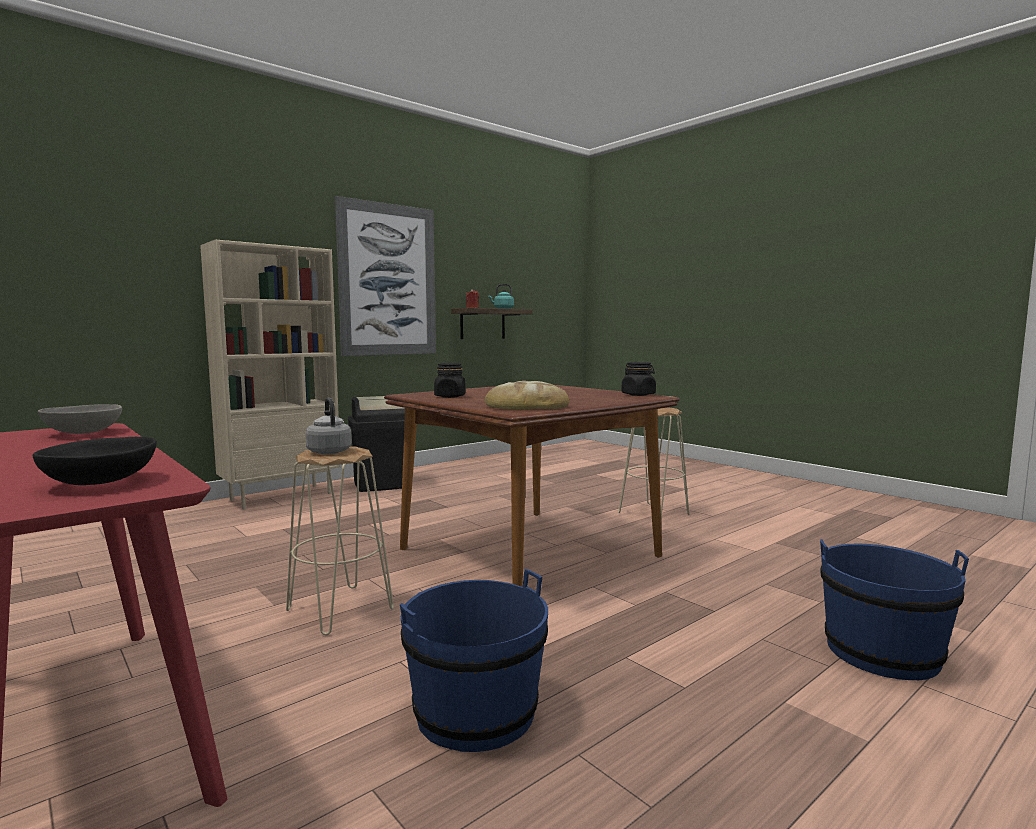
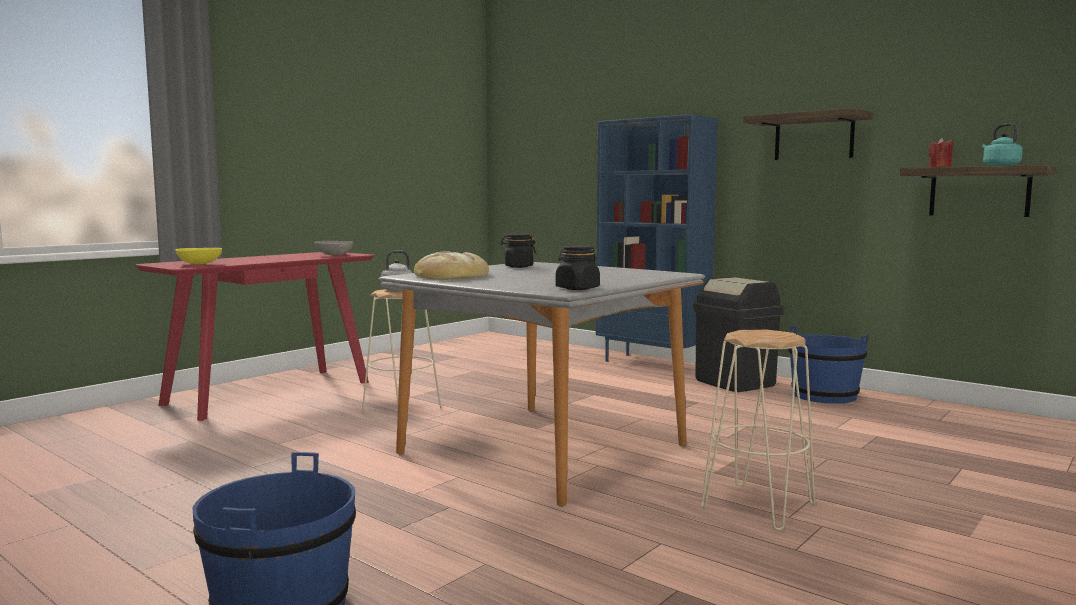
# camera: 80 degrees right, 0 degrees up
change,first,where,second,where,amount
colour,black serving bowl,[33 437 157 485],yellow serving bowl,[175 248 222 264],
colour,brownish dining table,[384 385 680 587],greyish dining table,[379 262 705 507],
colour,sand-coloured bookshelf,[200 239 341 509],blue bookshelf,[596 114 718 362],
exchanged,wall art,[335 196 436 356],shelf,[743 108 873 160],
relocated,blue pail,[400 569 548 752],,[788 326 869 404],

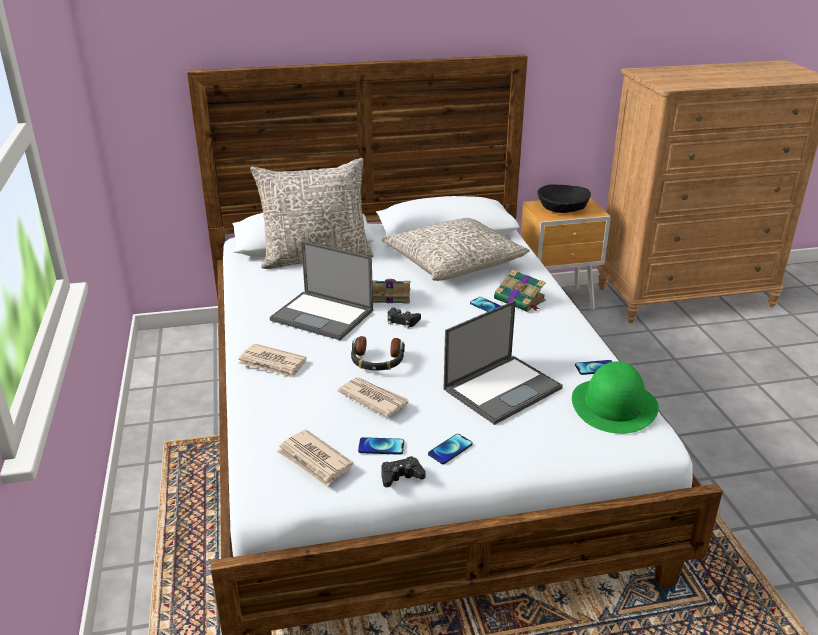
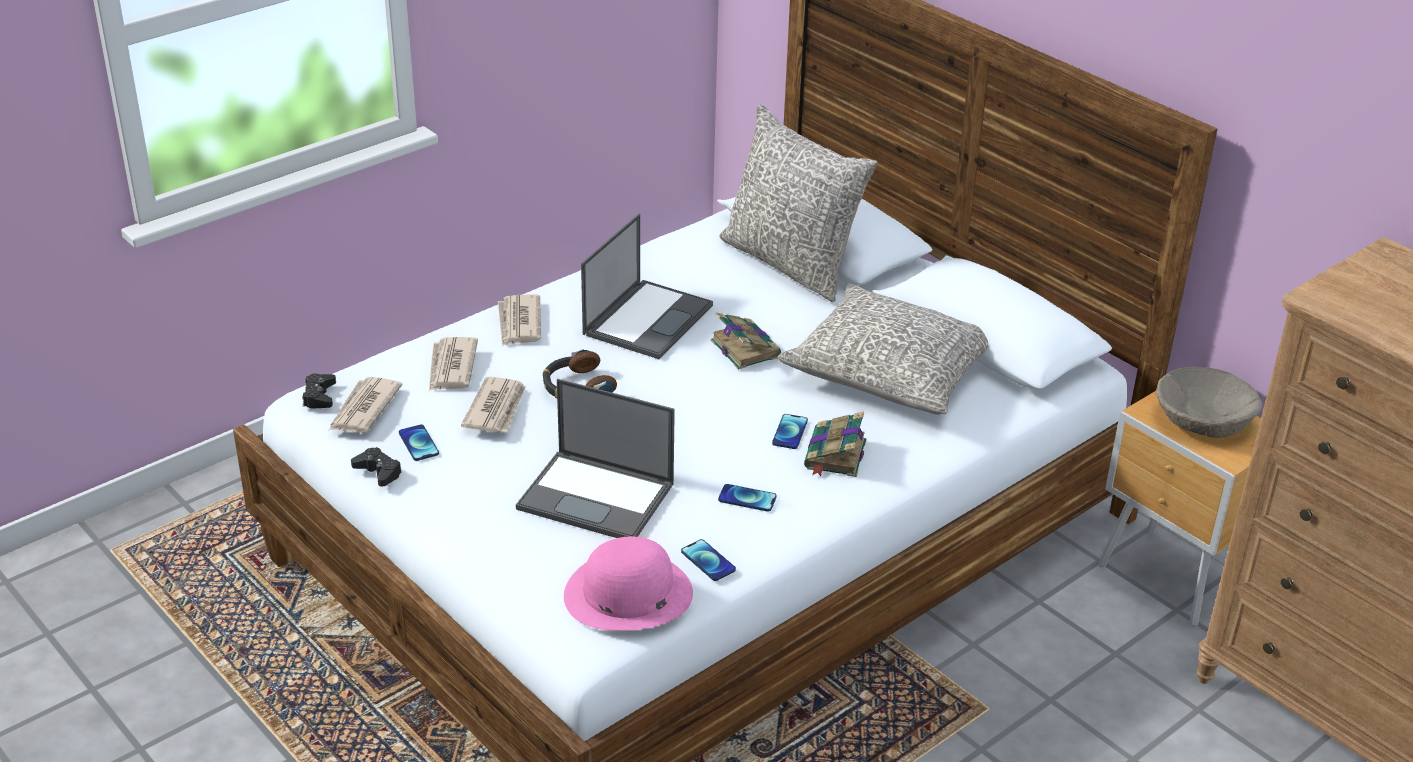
# camera: 60 degrees right, 5 degrees up
change,first,where,second,where,amount
relocated,black game controller,[388 308 421 329],,[302 373 336 409],
appeared,,,newspaper,[429 337 478 391],
colour,green hat,[572 362 659 434],pink hat,[564 537 693 631],
spun,notebook computer,[270 241 373 340],,[581 214 713 359],150 degrees counterclockwise
relocated,handset,[428 434 473 464],,[718 484 777 512],
colour,black serving bowl,[537 185 591 213],sand-coloured serving bowl,[1156 367 1262 438],

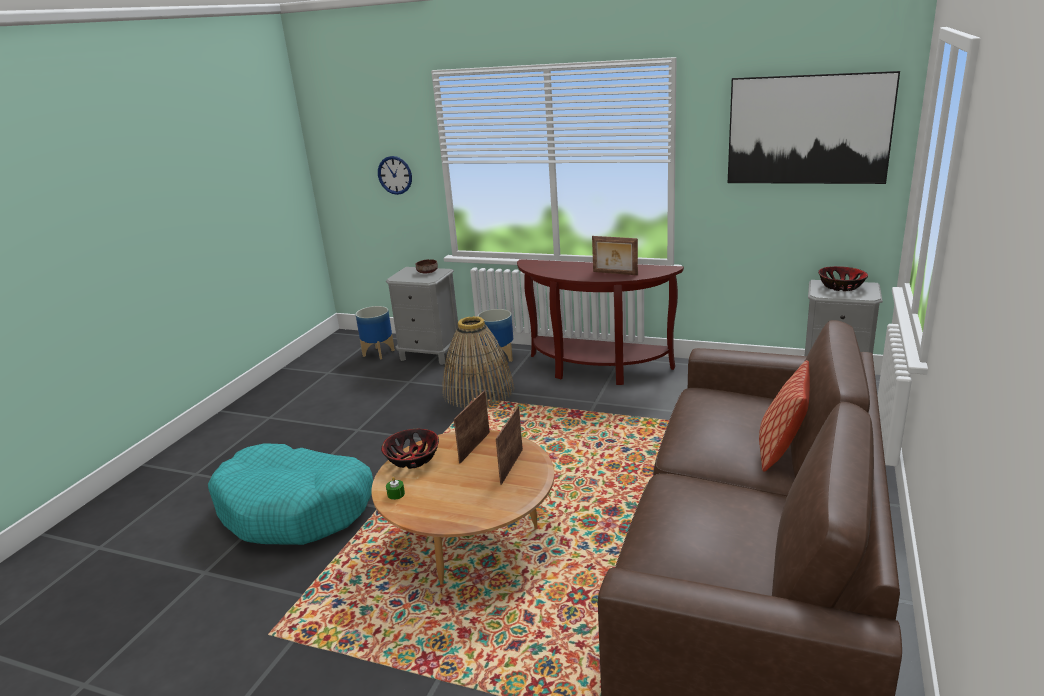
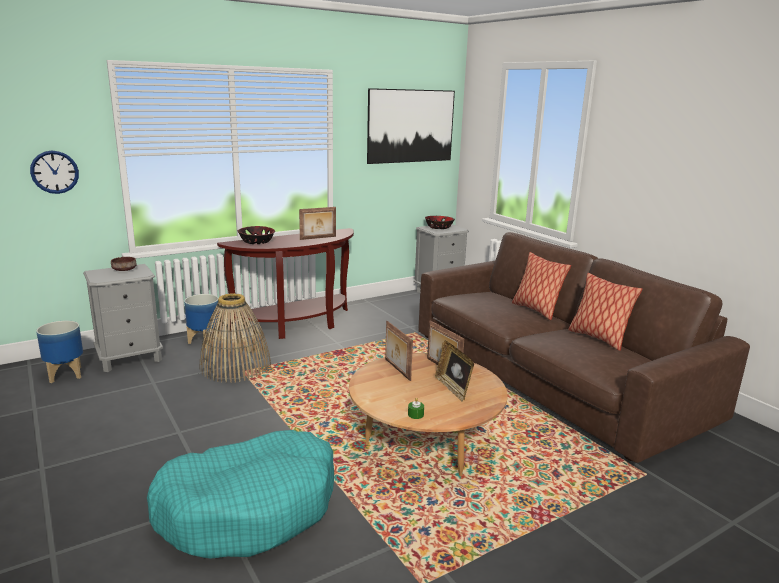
# camera: 55 degrees left, 5 degrees down
change,first,where,second,where,amount
relocated,serving bowl,[381 429 439 469],,[238 226 275 244],
appeared,,,picture frame,[435 341 474 402],
appeared,,,throw pillow,[568 273 642 351],

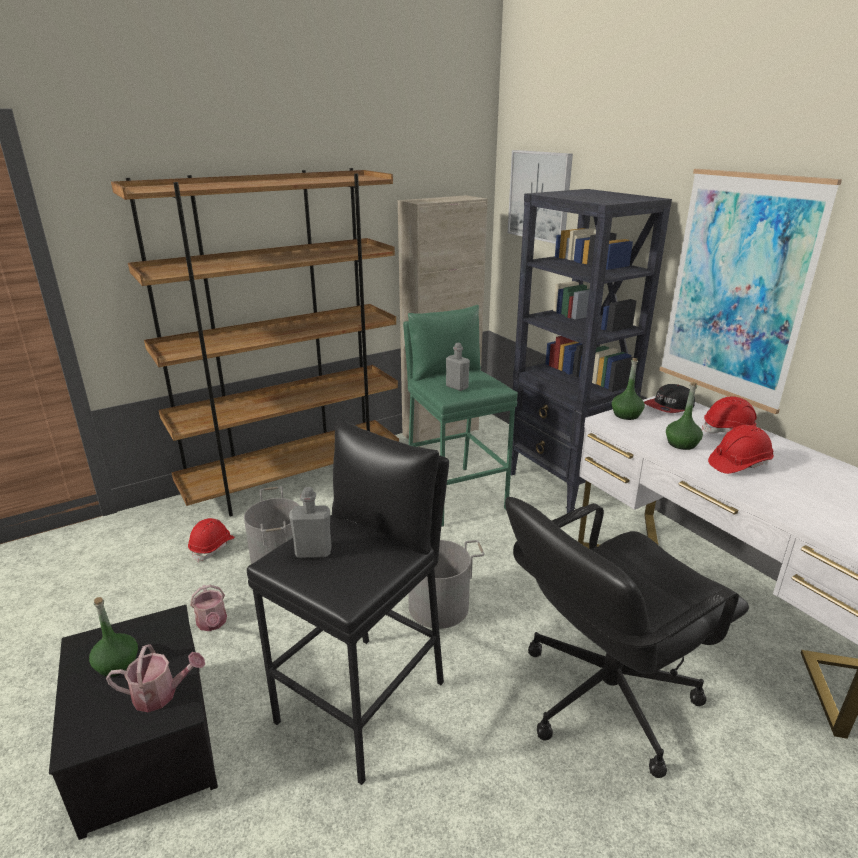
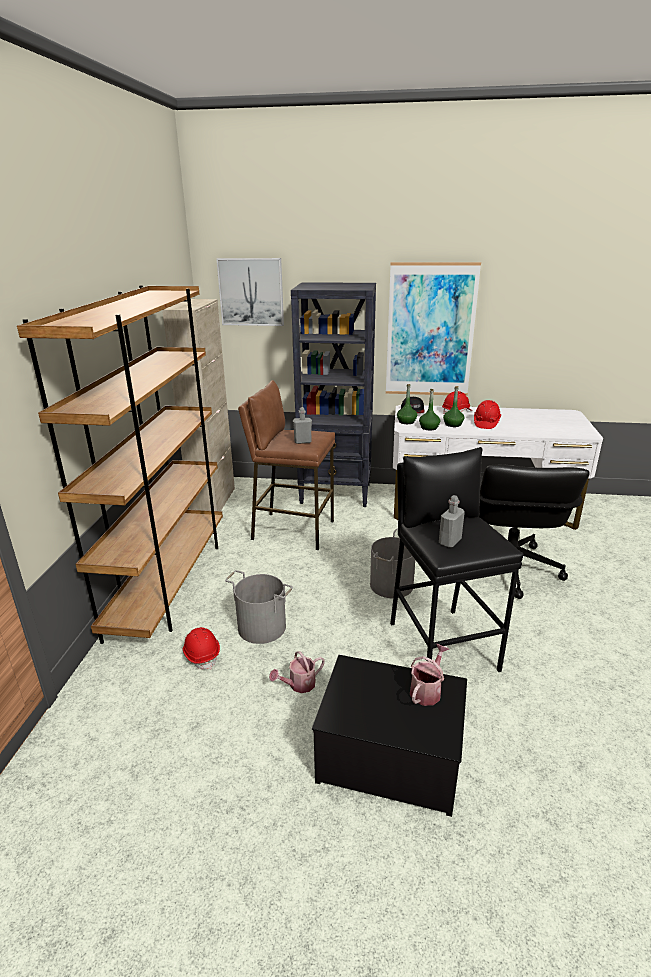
# camera: 50 degrees left, 0 degrees up
change,first,where,second,where,amount
colour,green stool seat,[403 305 518 527],brownish stool seat,[238 380 335 550],
spun,sprinkling can,[190 585 227 631],,[269 651 325 693],135 degrees clockwise
relocated,green beverage bottle,[89 597 138 677],,[419 389 440 430],

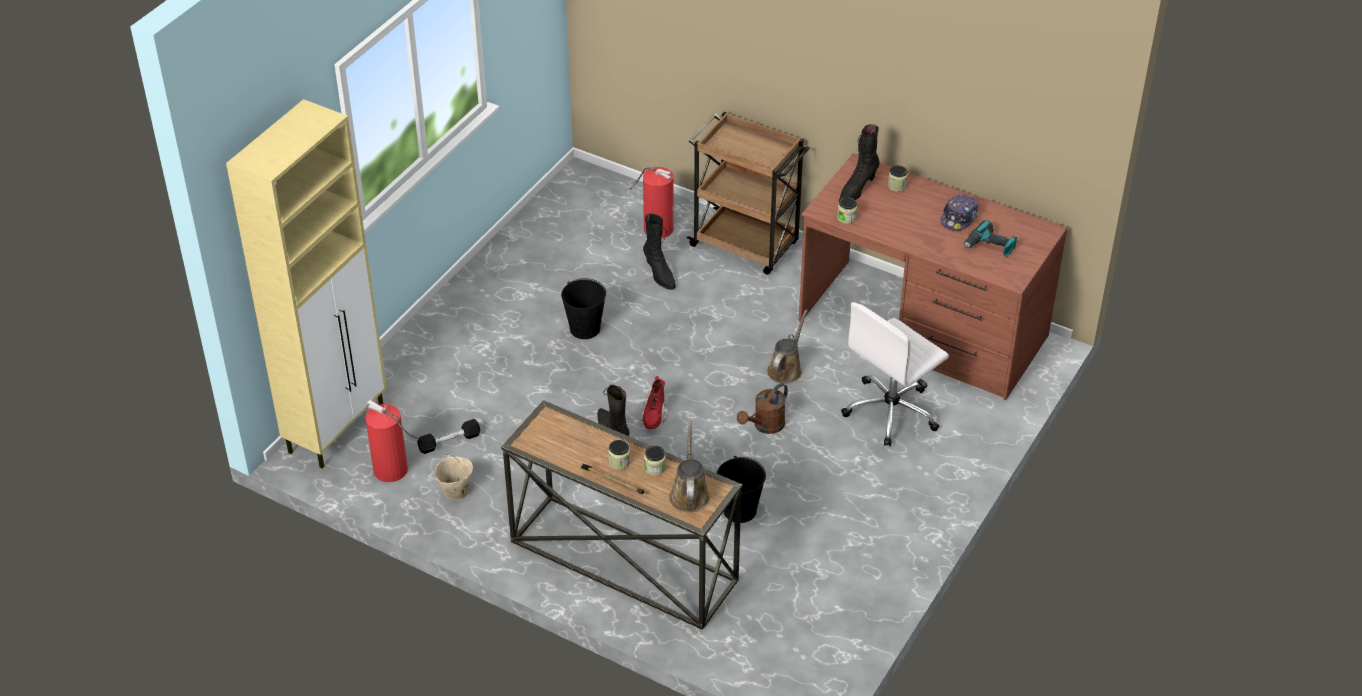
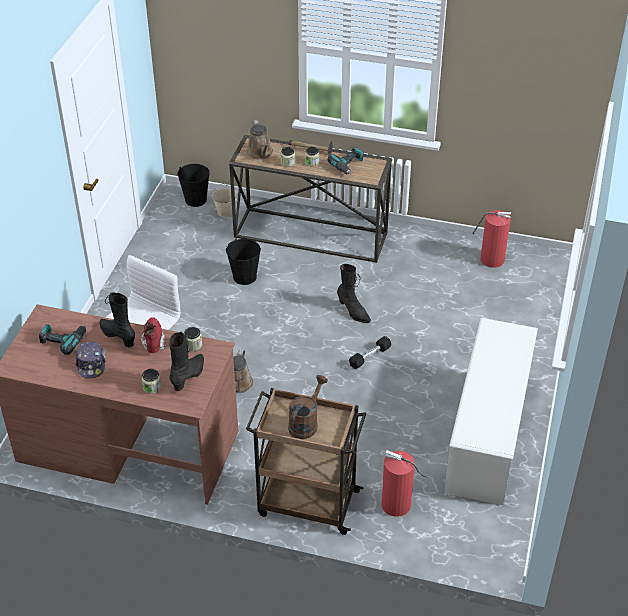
# camera: 165 degrees right, 0 degrees up
change,first,where,second,where,amount
spun,cap,[940 194 978 231],,[75 342 106 378],150 degrees clockwise
relocated,black tall boot,[643 213 676 290],,[99 293 135 347],
relocated,red tall boot,[640 376 667 429],,[141 317 165 353],
relocated,black pail,[561 278 606 339],,[177 164 210 207],
relocated,sand-coloured pail,[435 454 473 500],,[212 184 237 217],
relocated,brownish sprinkling can,[737 383 788 434],,[288 375 328 439],
appeared,,,drill,[327 147 363 174],
relocated,black free weight,[417 419 480 454],,[349 336 391 370],
appeared,,,white shoe rack,[444 318 538 505],
missing,sand-coloured cupboard,[226 99 386 469],,,

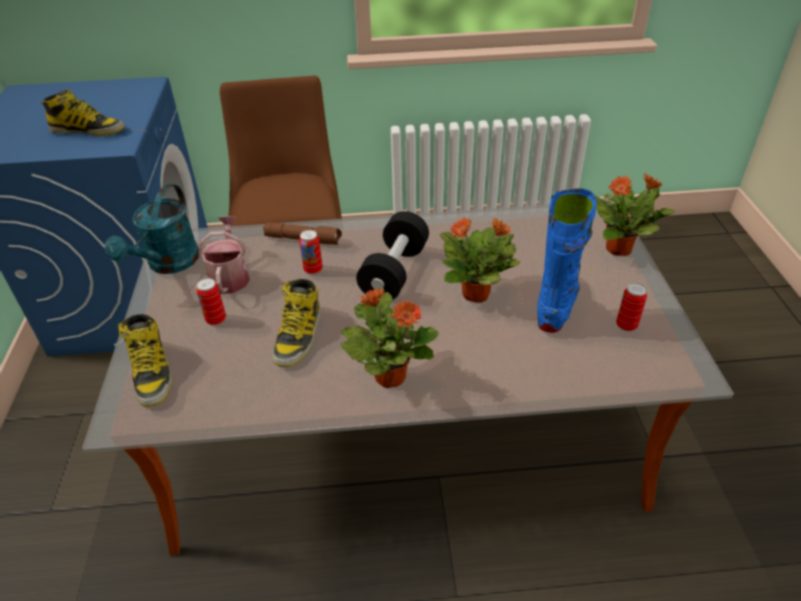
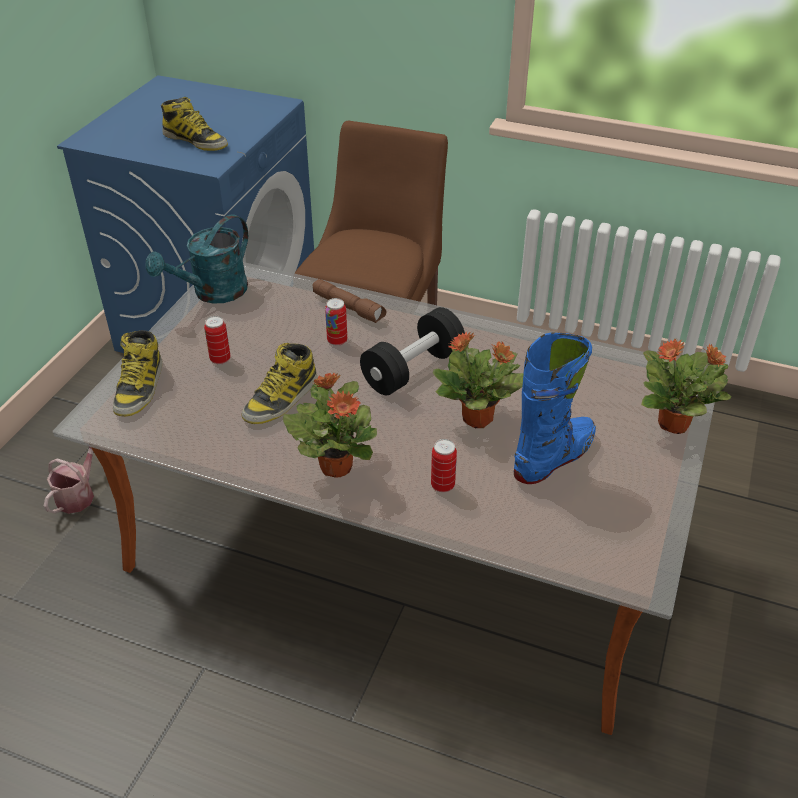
# camera: 25 degrees right, 0 degrees up
change,first,where,second,where,amount
relocated,sprinkling can,[199 216 250 294],,[44 446 94 514],
relocated,can,[616 283 647 331],,[431 439 457 492],

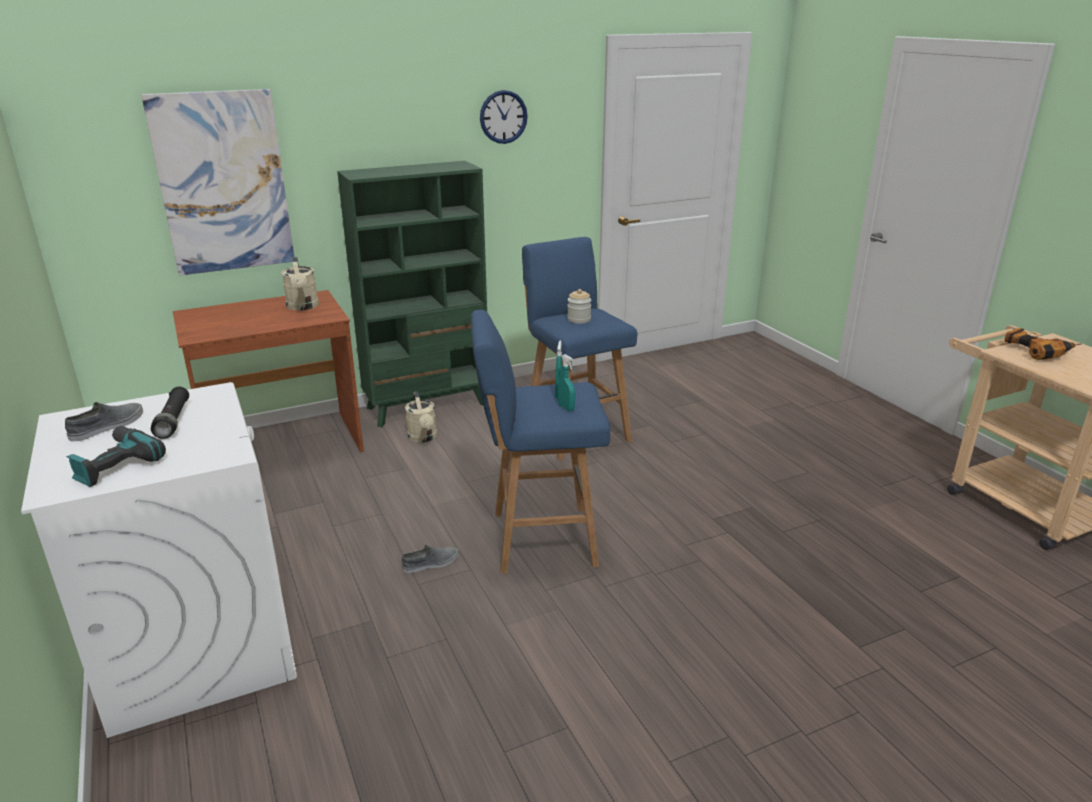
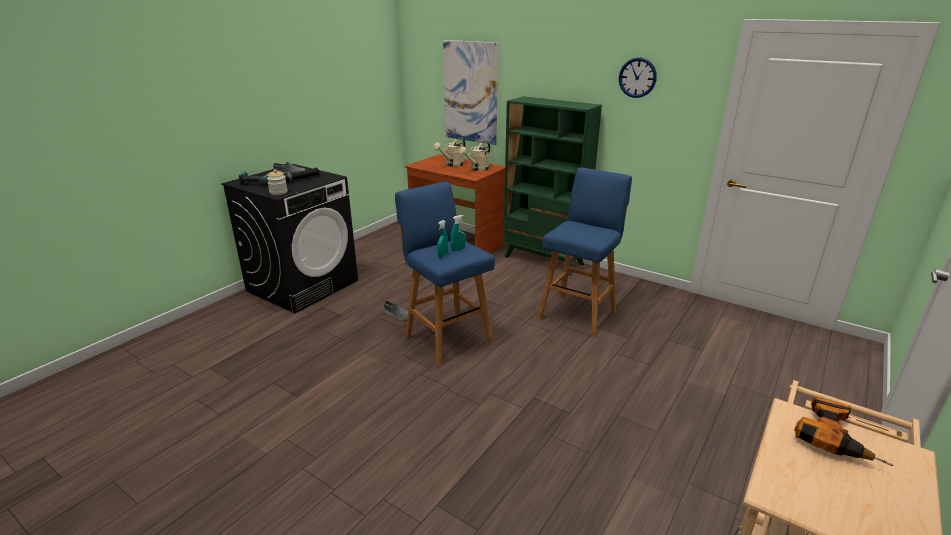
# camera: 60 degrees right, 0 degrees up
change,first,where,second,where,amount
colour,white laundry appliance,[21 382 297 738],black laundry appliance,[221 164 358 313],
relocated,jar,[567 289 591 324],,[267 170 288 195],
relocated,sand-coloured sprinkling can,[405 392 437 442],,[433 137 465 167],

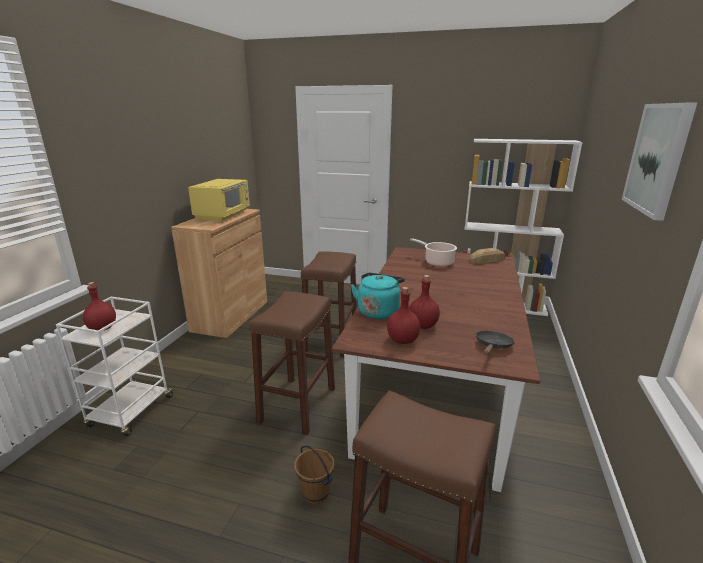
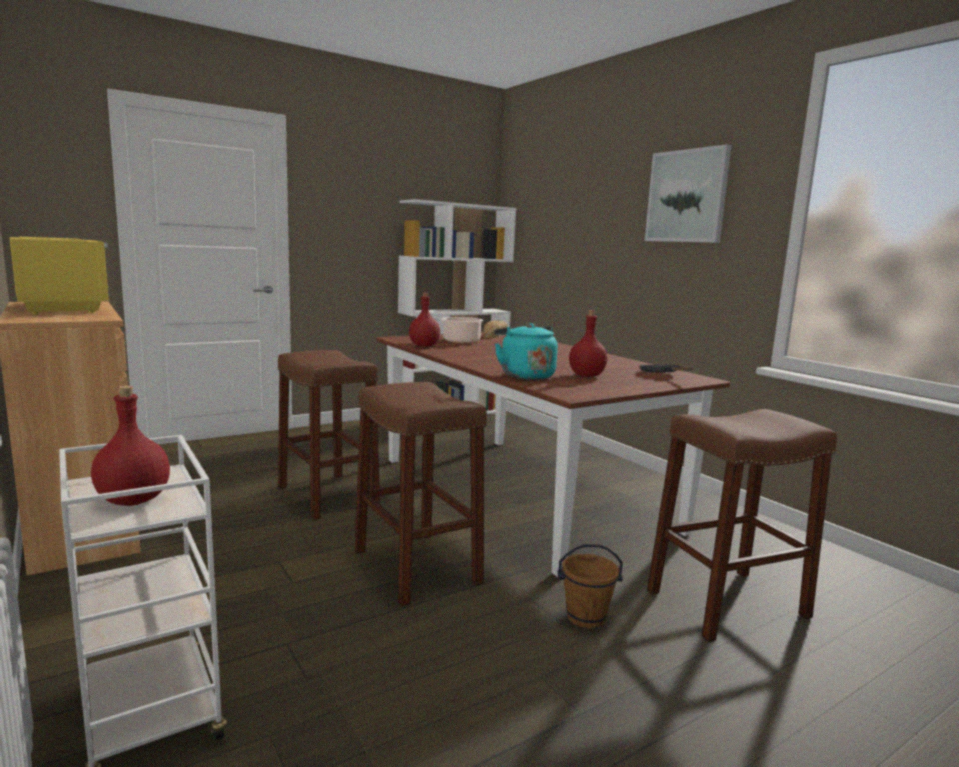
# camera: 50 degrees left, 10 degrees down
change,first,where,second,where,amount
relocated,red beverage bottle,[387 287 420 344],,[409 292 440 347],

